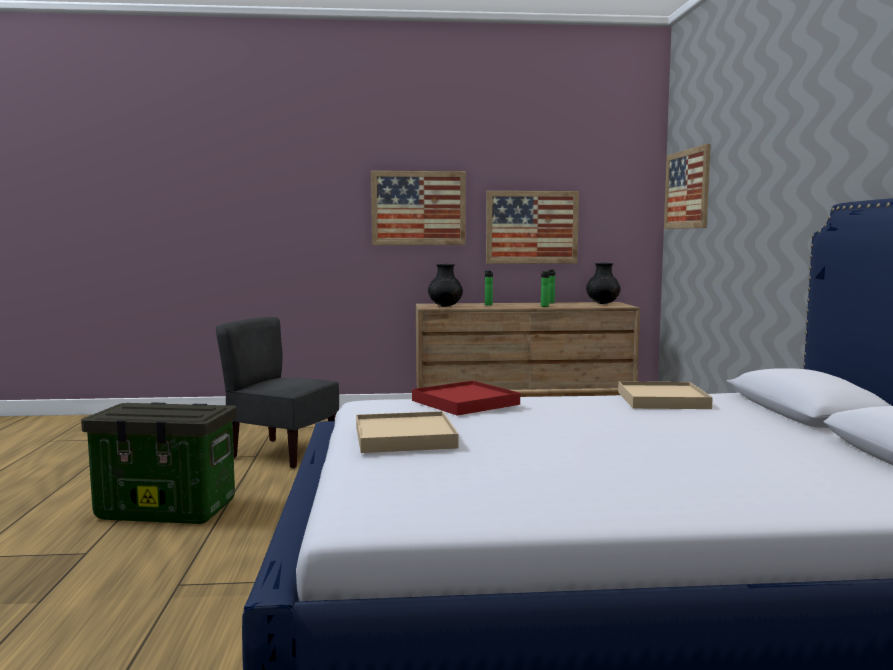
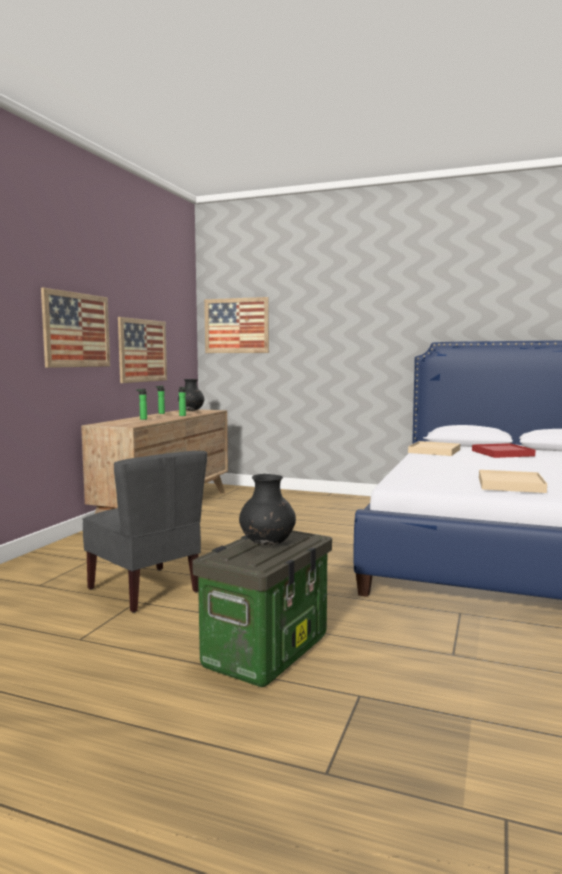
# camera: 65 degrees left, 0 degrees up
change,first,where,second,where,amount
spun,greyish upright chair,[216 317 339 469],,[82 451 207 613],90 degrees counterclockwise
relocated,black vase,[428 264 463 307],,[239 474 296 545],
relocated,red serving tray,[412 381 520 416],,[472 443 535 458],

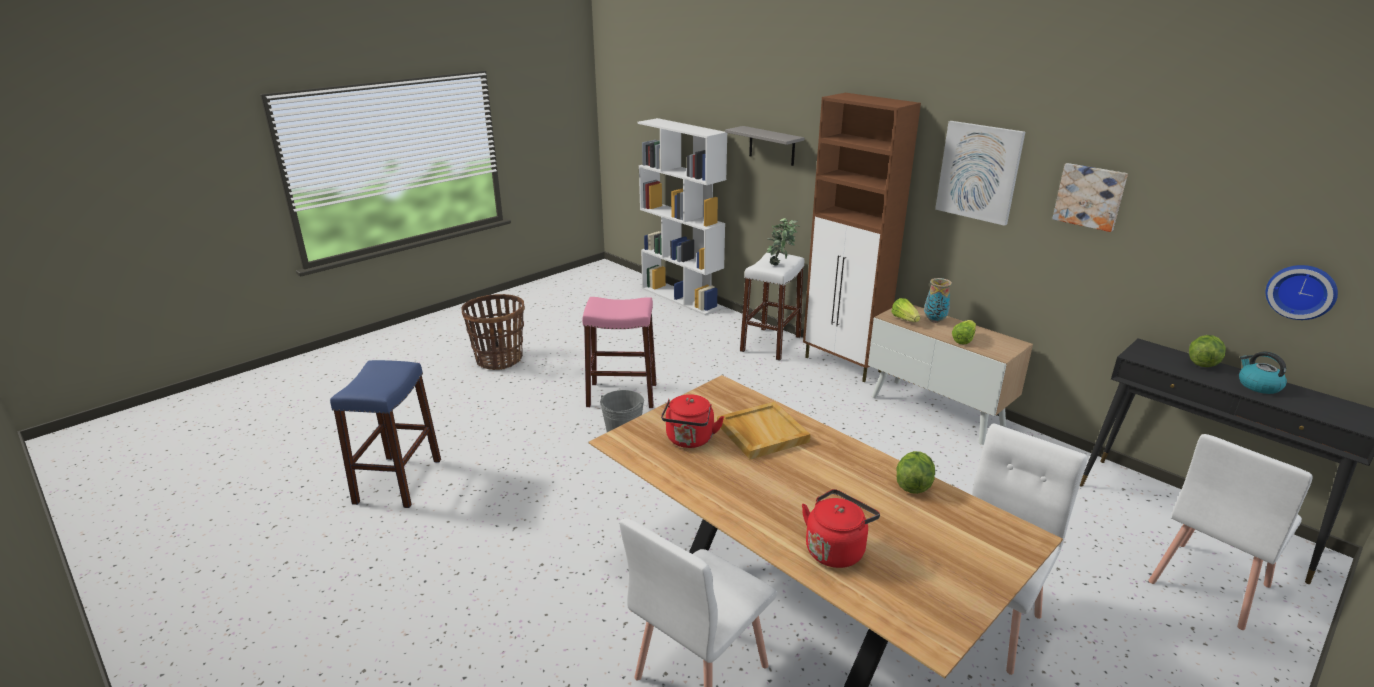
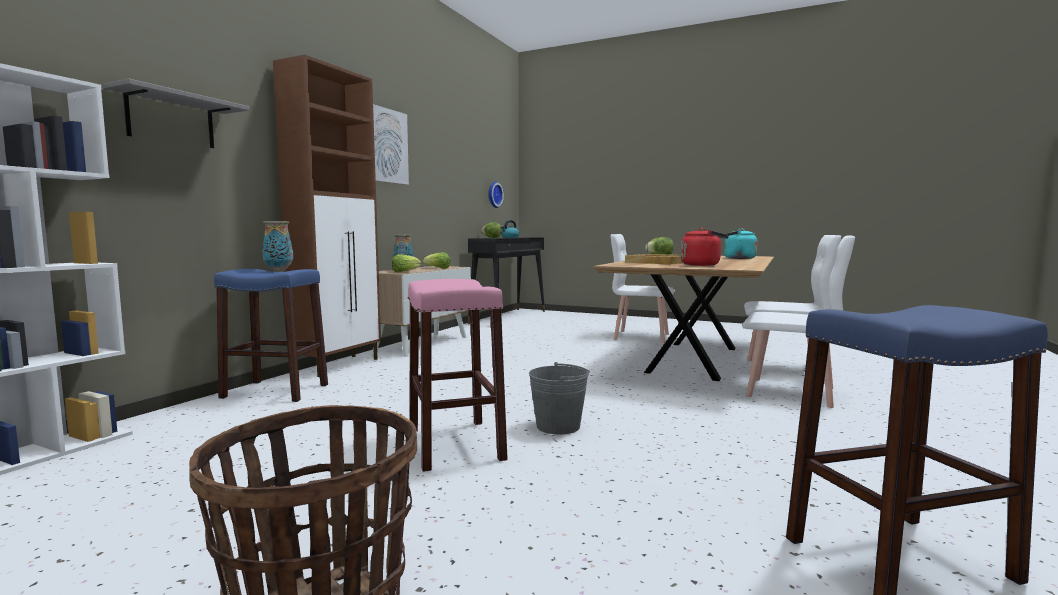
# camera: 110 degrees left, 20 degrees down
change,first,where,second,where,amount
colour,white stool seat,[740 252 804 361],blue stool seat,[214 269 328 402],
exchanged,plant in a pot,[767 218 800 266],vase,[263 221 293 271],
colour,red tea kettle,[802 489 880 568],blue-green tea kettle,[724 229 757 259],
relocated,white upright chair,[1148 434 1313 630],,[742 235 855 408],
missing,wall art,[1052 163 1128 232],,,

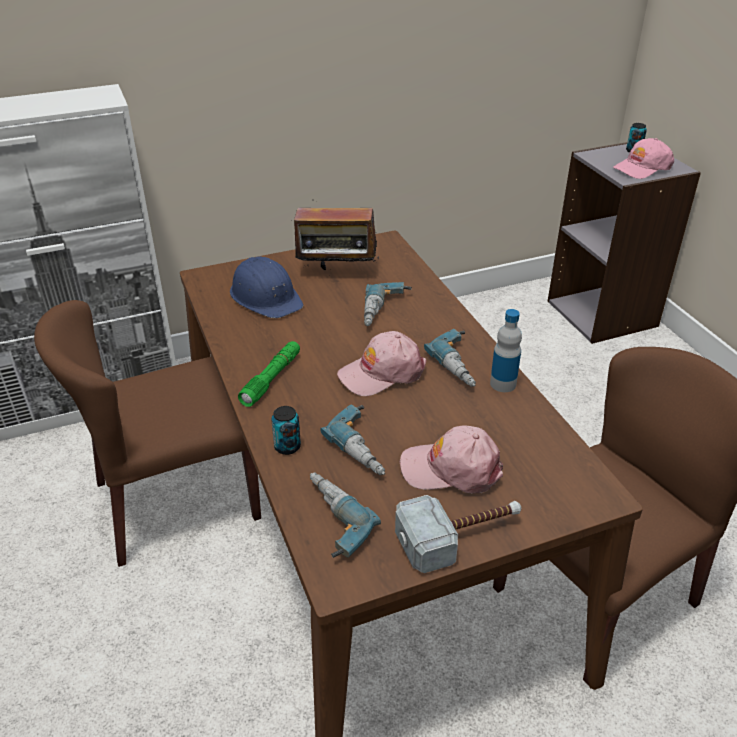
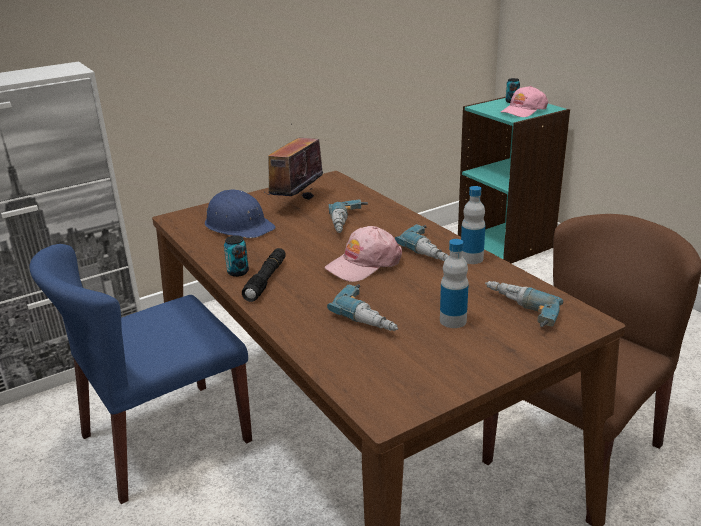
# camera: 10 degrees left, 10 degrees down
change,first,where,second,where,amount
colour,brownish upright chair,[34 300 261 567],blue upright chair,[30 244 252 504],
relocated,can,[272 406 301 455],,[224 235 249 277],
colour,green flashlight,[238 341 300 407],black flashlight,[242 248 286 302],
spun,radio,[294 192 379 270],,[264 124 323 200],120 degrees clockwise
exchanged,pink cap,[400 425 503 494],beverage bottle,[440 239 469 328],
colour,greyish bookshelf,[547 142 701 344],blue-green bookshelf,[458 97 570 263],
relocated,drill,[310 473 381 558],,[485 281 563 327],
missing,hammer,[395 495 521 573],,,

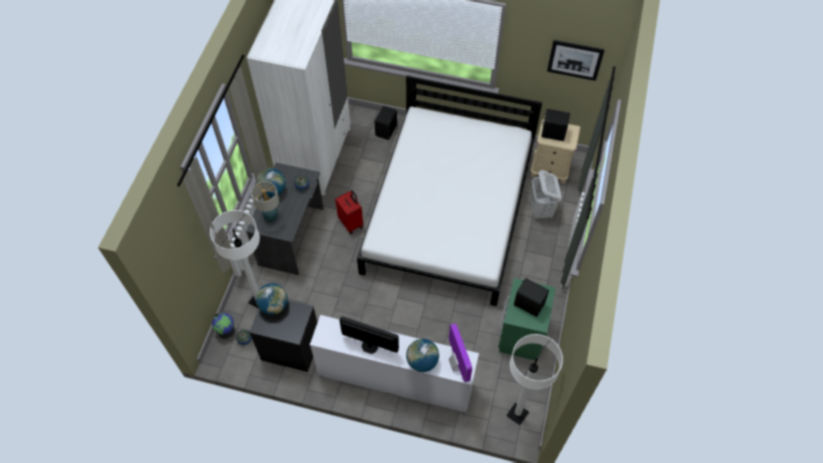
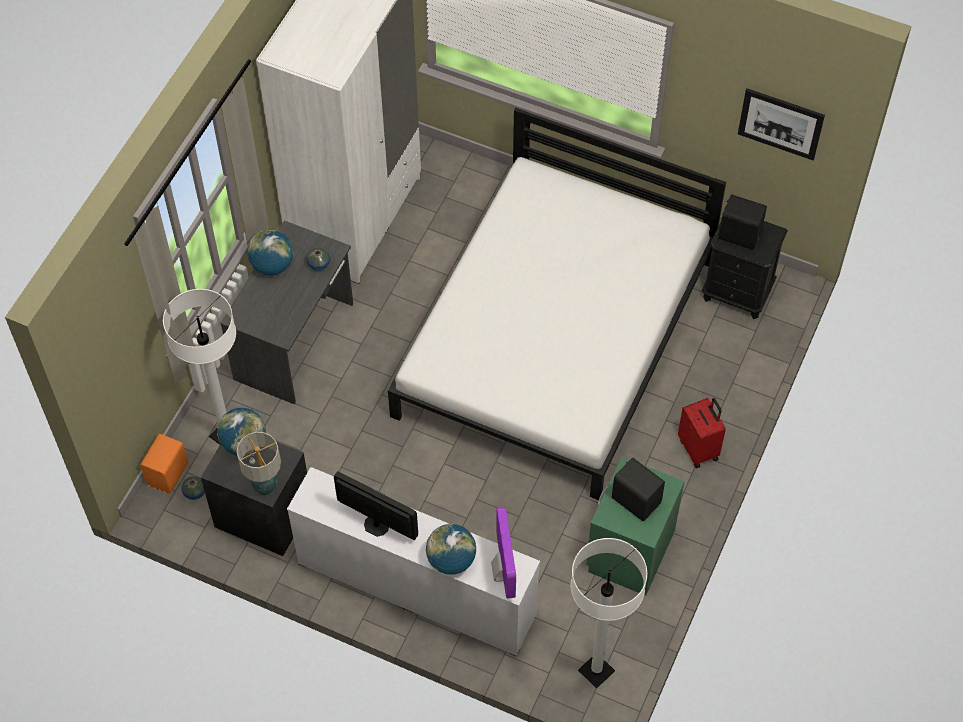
# camera: 10 degrees right, 0 degrees up
change,first,where,second,where,amount
exchanged,globe,[212 313 235 339],orangey audio speaker,[140 434 188 494],
relocated,tabletop lamp,[251 181 279 223],,[236 432 281 496],
relocated,red travel case,[335 190 363 234],,[678 398 726 468],
colour,sand-coloured nightstand,[531 119 581 184],black nightstand,[702 221 788 319],
missing,black audio speaker,[374 106 397 140],,,
missing,white laundry basket,[531 170 562 220],,,

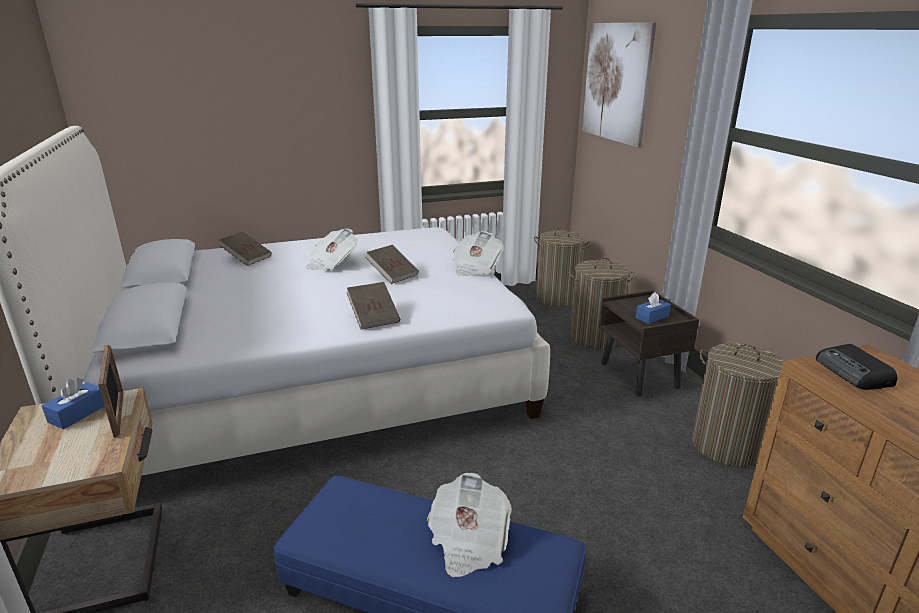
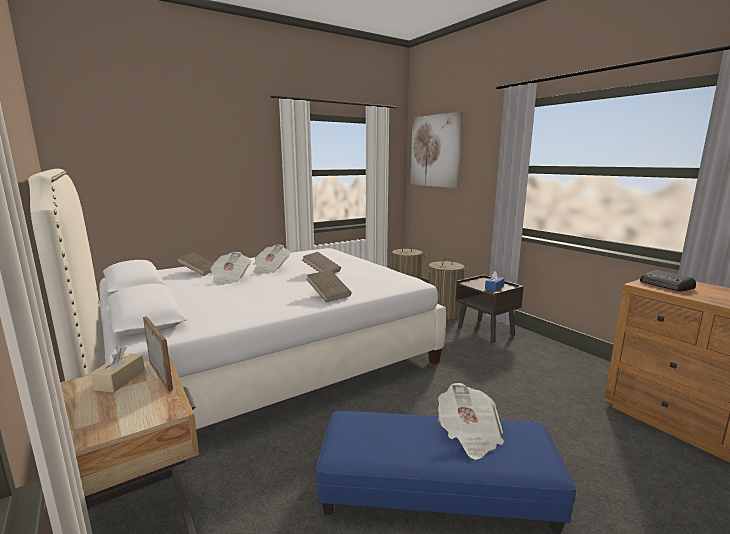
# camera: 15 degrees left, 10 degrees down
change,first,where,second,where,amount
colour,blue tissue box,[42 378 105 429],sand-coloured tissue box,[91 346 145 393],
relocated,newspaper,[453 231 504 276],,[210 252 251 286],
missing,laundry basket,[692 343 783 467],,,

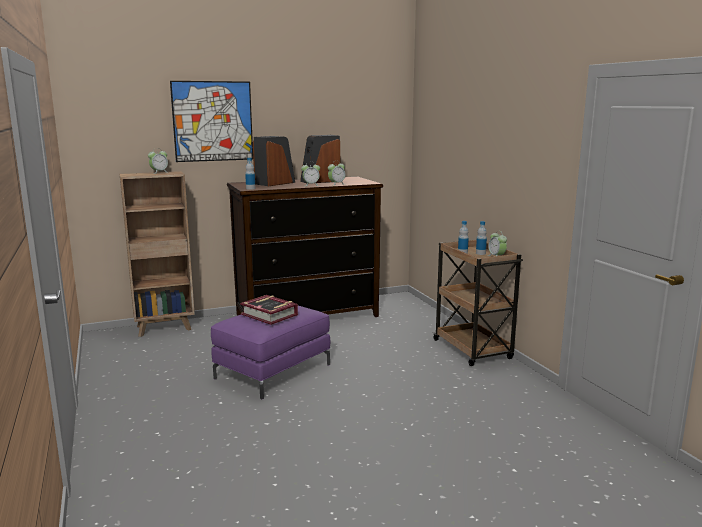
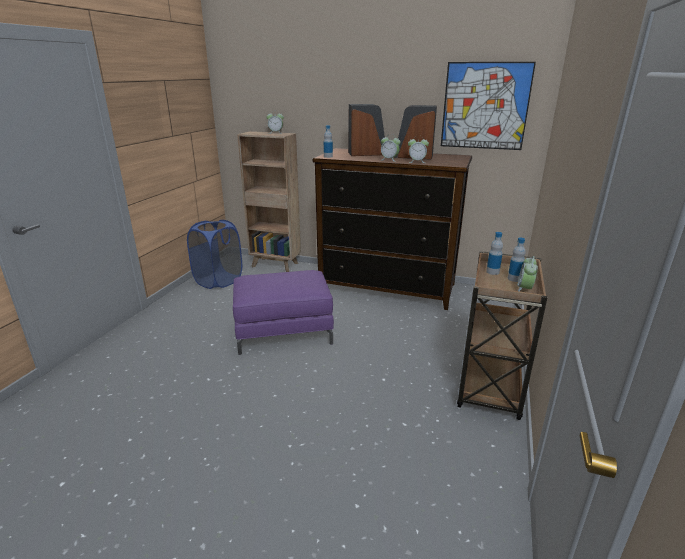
# camera: 40 degrees right, 10 degrees up
change,first,where,second,where,amount
appeared,,,blue laundry basket,[187 220 242 289],
relocated,wall art,[170 81 253 162],,[441 62 536 150],
missing,volume,[240 295 298 325],,,

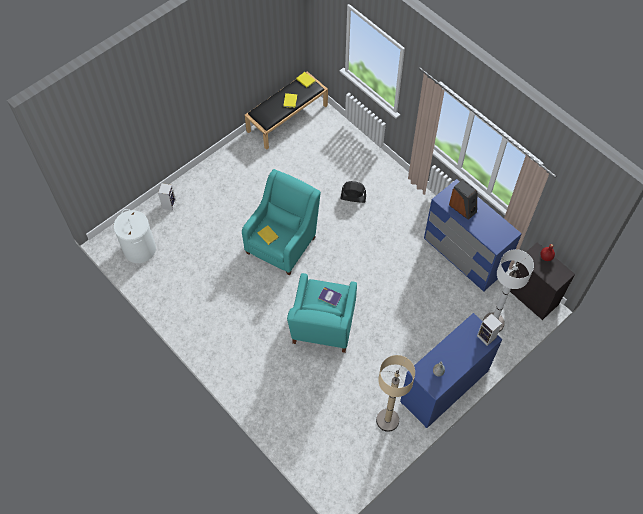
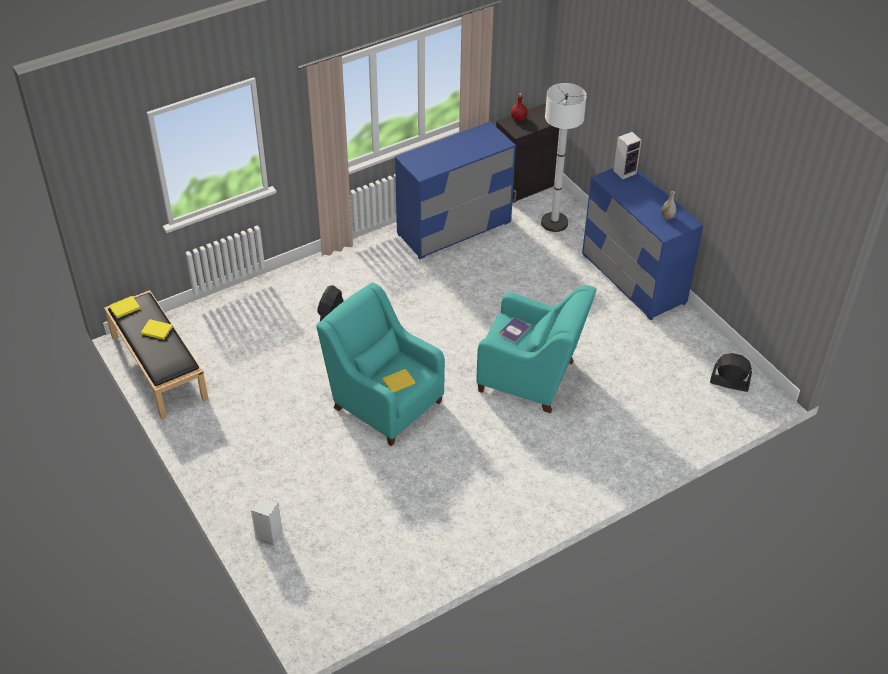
# camera: 80 degrees left, 15 degrees down
change,first,where,second,where,amount
appeared,,,black fan,[710 353 752 392],
missing,white laundry basket,[113 209 156 263],,,
missing,sand-coloured standing lamp,[376 355 415 432],,,
missing,audio speaker,[449 179 477 220],,,

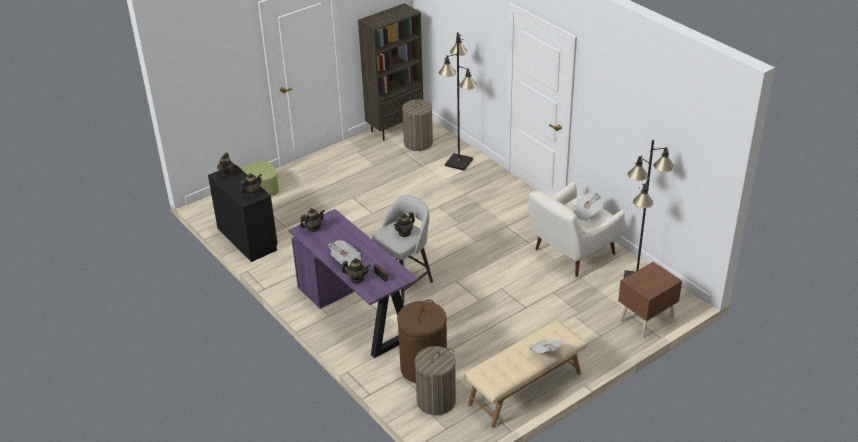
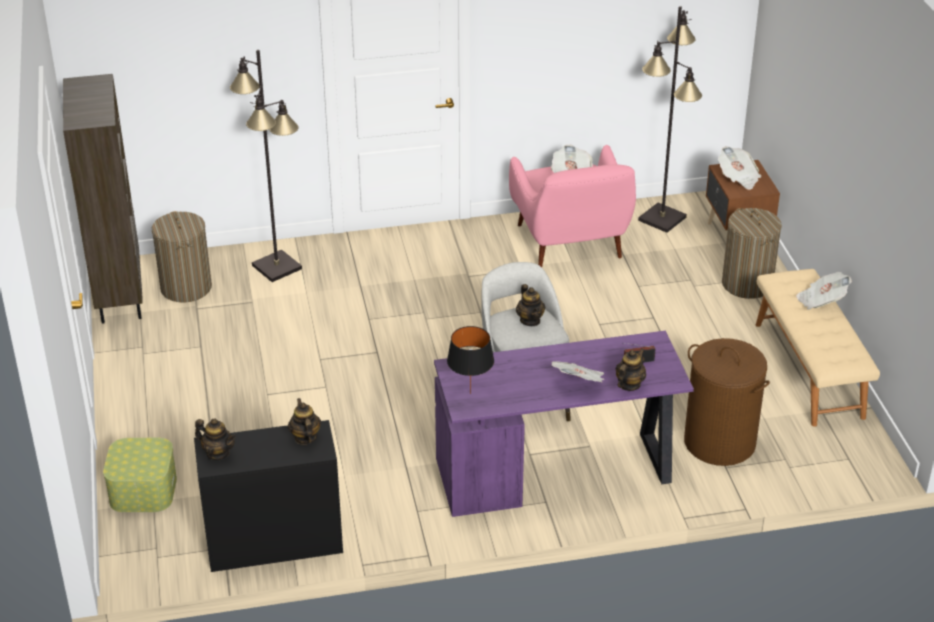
# camera: 65 degrees left, 0 degrees up
change,first,where,second,where,amount
exchanged,teapot,[300 208 325 232],black tabletop lamp,[447 326 494 394],
colour,white easy chair,[528 182 625 277],pink easy chair,[509 145 636 267],
appeared,,,newspaper,[718 146 761 190],
relocated,laundry basket,[415 346 456 415],,[722 208 782 299],

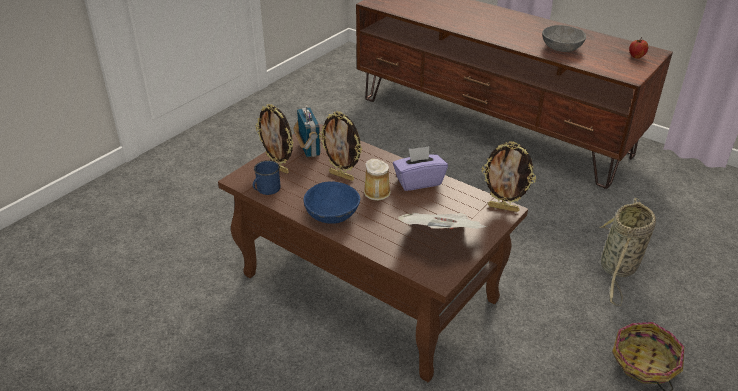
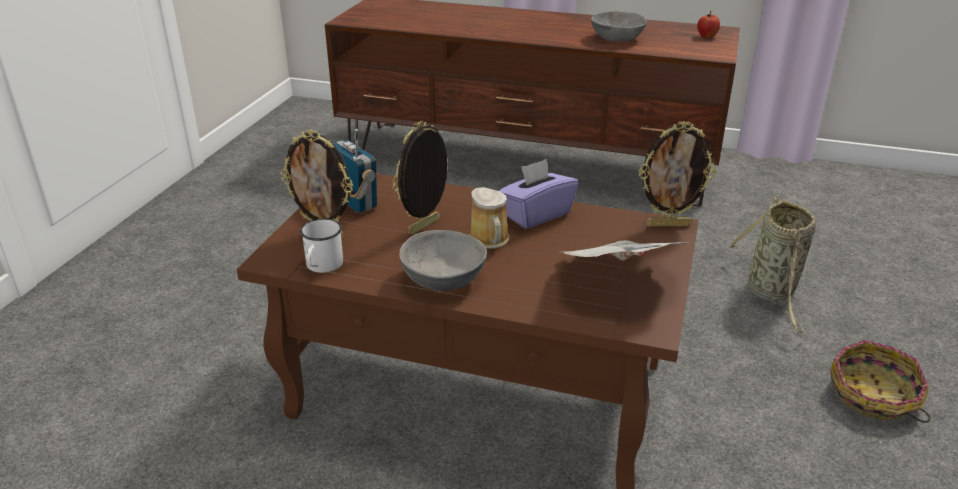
# camera: 20 degrees left, 5 degrees down
change,first,where,second,where,amount
colour,blue mug,[253 160 281 195],white mug,[300 219 343 273],
spun,picture frame,[319 111 362 181],,[393 121 448 235],120 degrees clockwise
colour,blue serving bowl,[303 181 360 224],greyish serving bowl,[399 230 487 291],

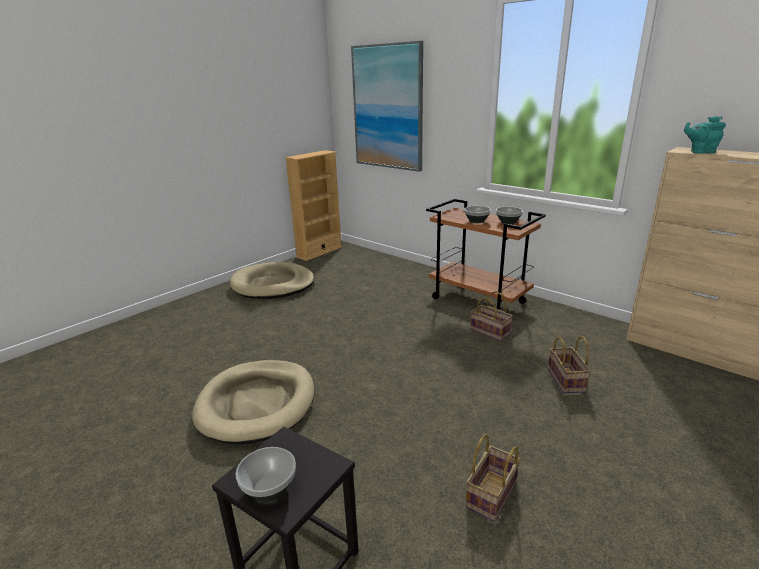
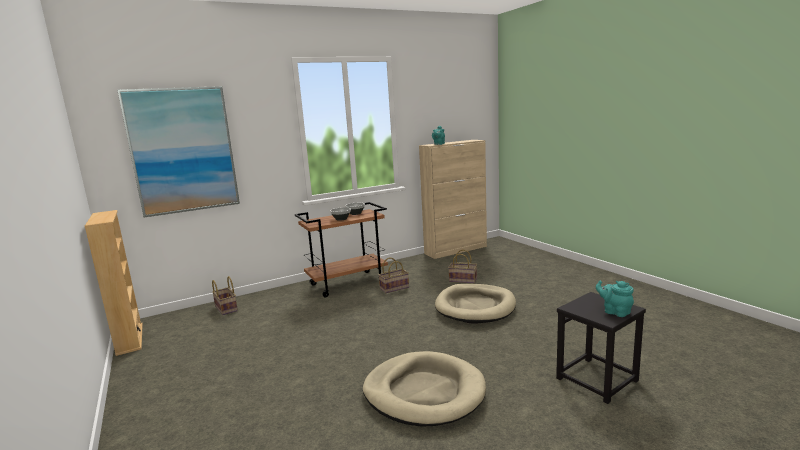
# camera: 70 degrees left, 10 degrees down
change,first,where,second,where,amount
relocated,storage basket,[466 434 520 522],,[212 276 238 315],
relocated,sand-coloured pet bed,[230 262 314 299],,[435 284 516 324],
exchanged,serving bowl,[236 447 296 502],blue-green teapot,[596 281 634 317],

